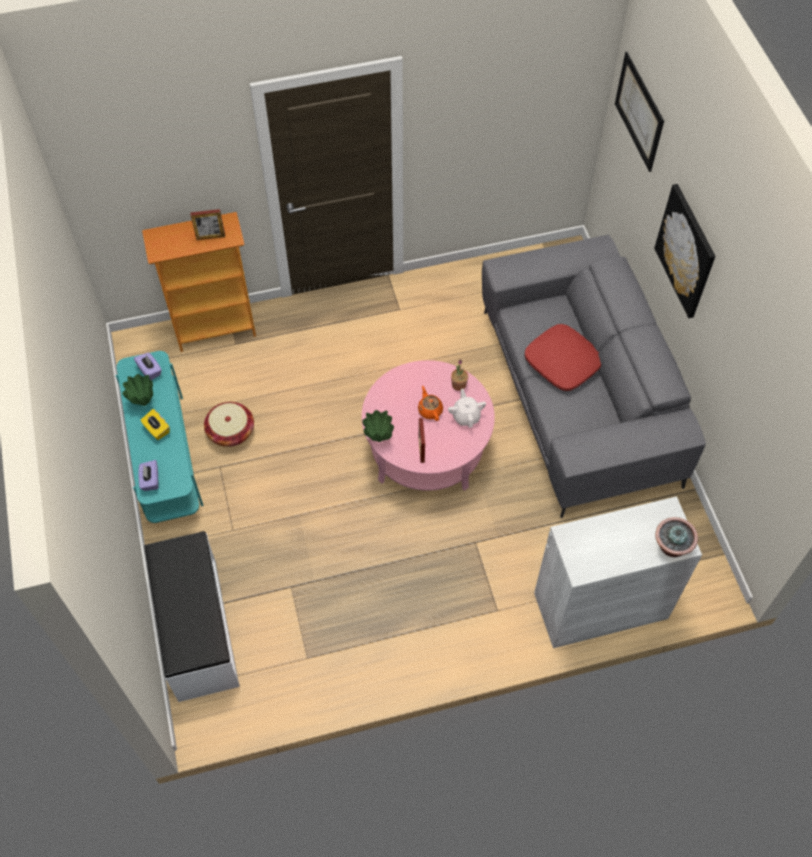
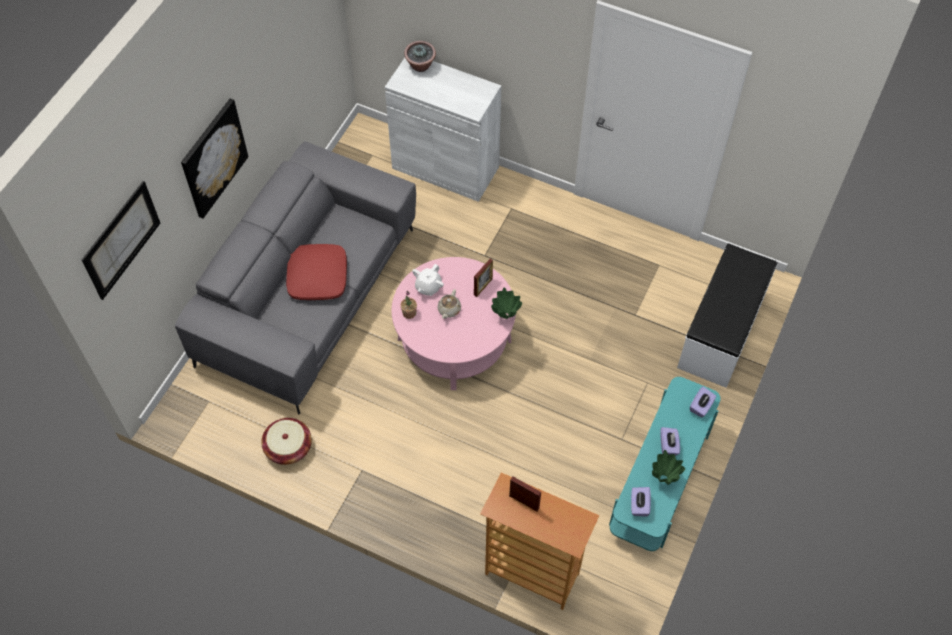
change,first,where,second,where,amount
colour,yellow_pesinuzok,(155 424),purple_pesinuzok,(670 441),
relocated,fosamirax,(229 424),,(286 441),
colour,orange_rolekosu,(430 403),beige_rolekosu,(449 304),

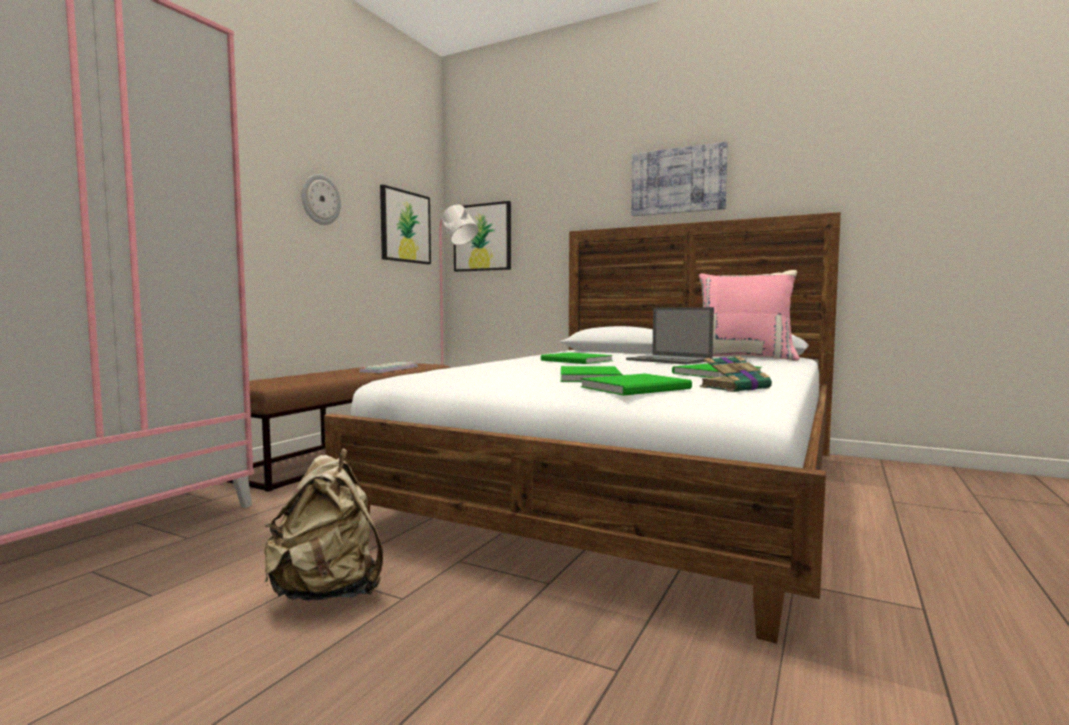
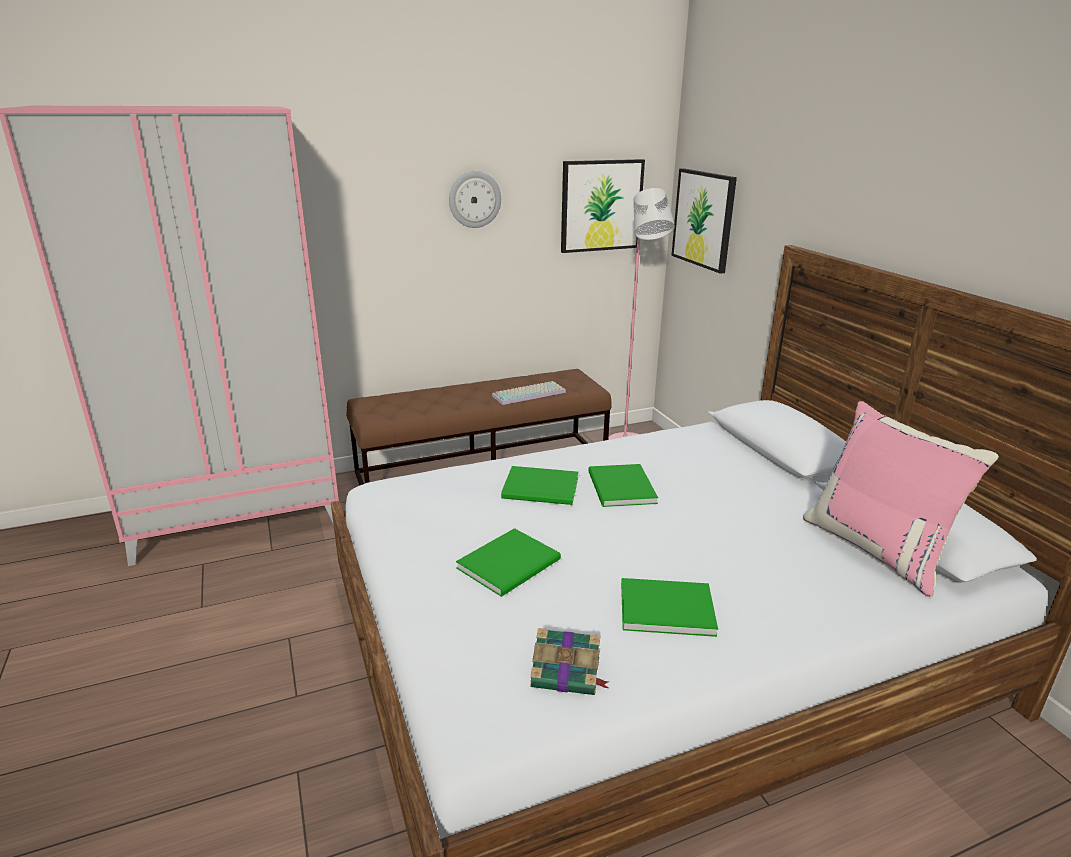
change,first,where,second,where,amount
missing,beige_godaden,(323 525),,,
relocated,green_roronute,(636 384),,(539 485),
missing,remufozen,(670 335),,,
missing,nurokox,(679 179),,,

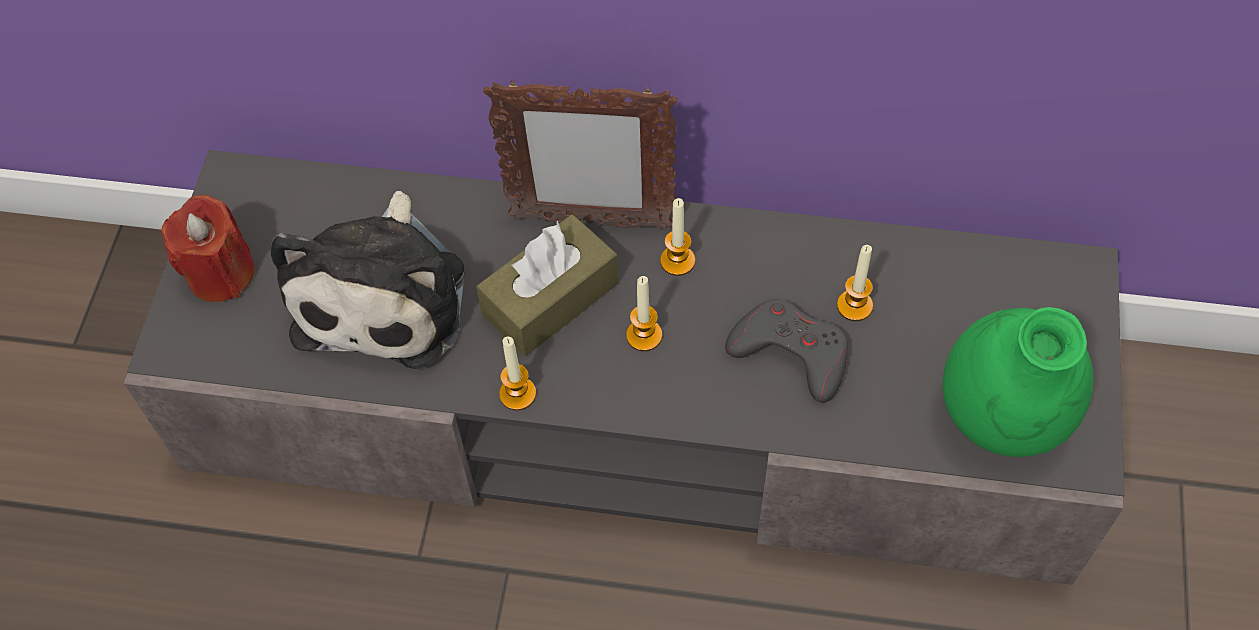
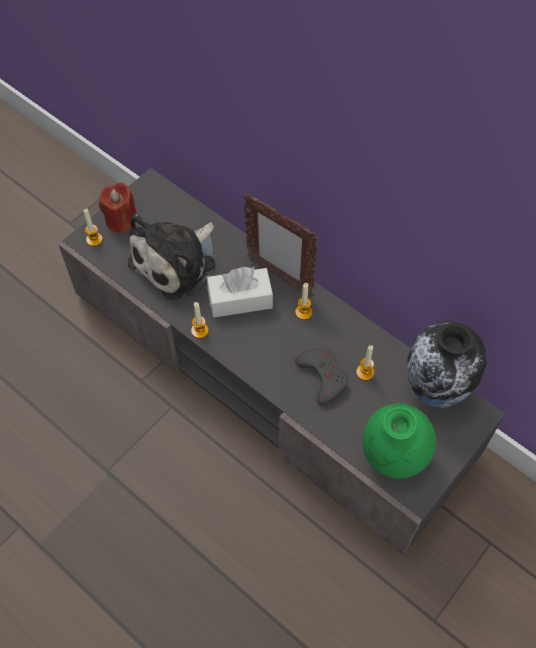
change,first,where,second,where,amount
colour,brown_pesinuzok,(547 285),white_pesinuzok,(240 292),
relocated,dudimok,(644 313),,(93 227),
appeared,,,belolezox,(447 364),

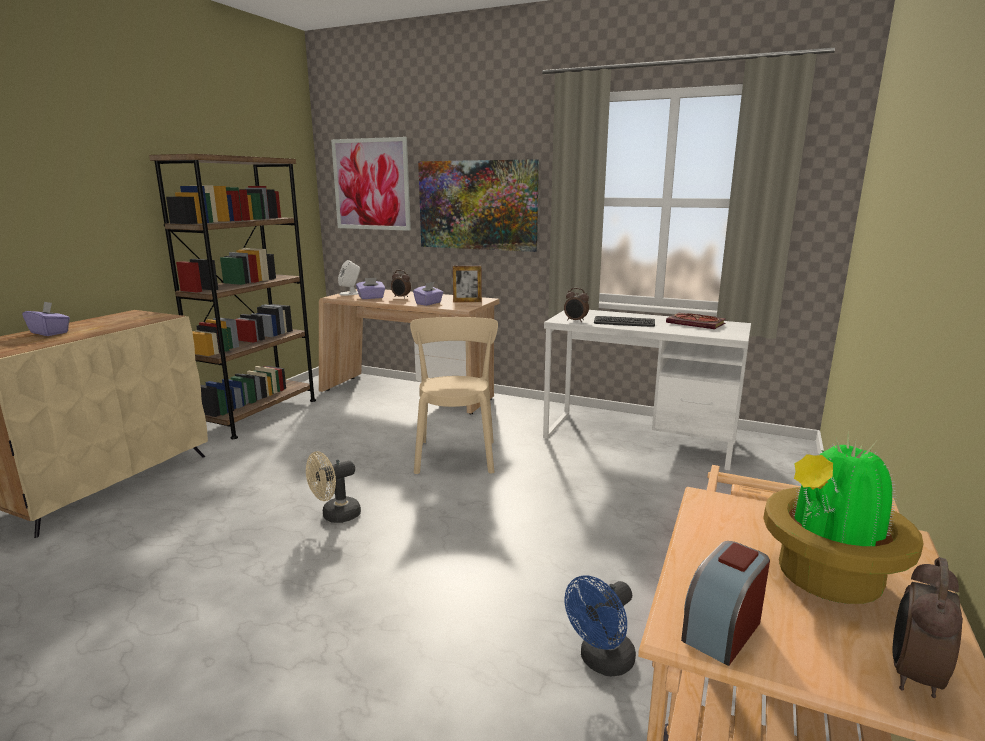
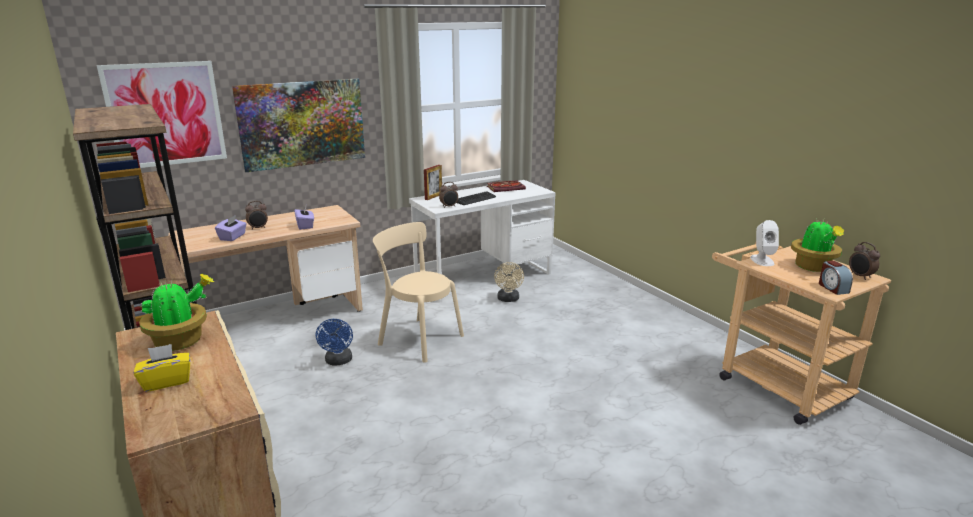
change,first,where,second,where,amount
colour,purple_pesinuzok,(46 318),yellow_pesinuzok,(162 368),
relocated,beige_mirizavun,(333 487),,(509 282),
relocated,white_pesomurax,(349 278),,(764 243),
relocated,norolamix,(467 284),,(433 182),
relocated,blue_mirizavun,(600 625),,(334 342),
appeared,,,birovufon,(177 312),

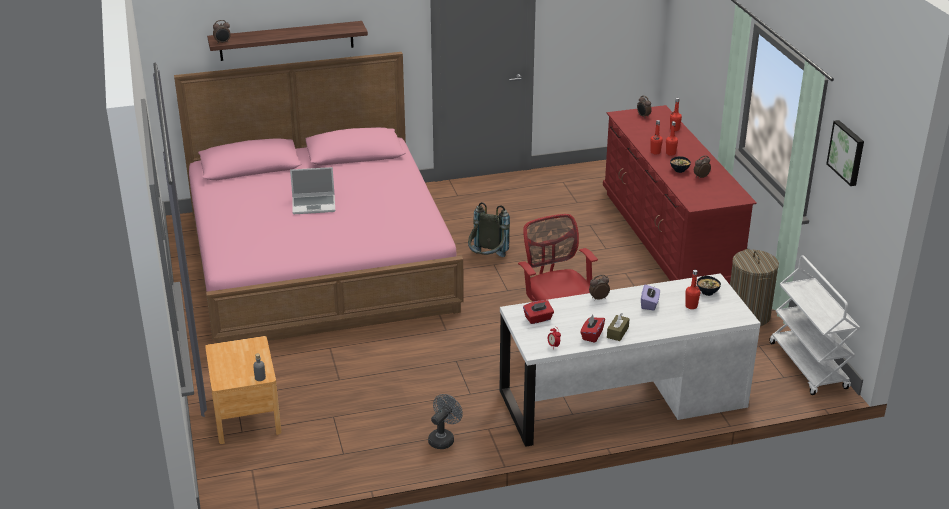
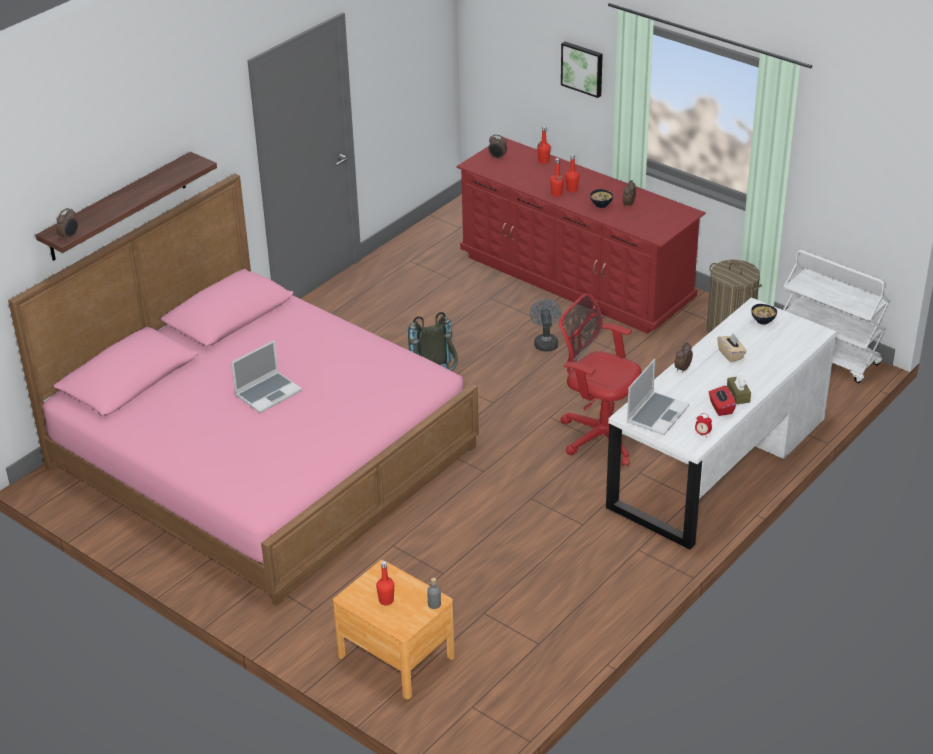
change,first,where,second,where,amount
relocated,grey_mirizavun,(445 421),,(545 325),
exchanged,red_pesinuzok,(538 312),remufozen,(658 397),
colour,purple_pesinuzok,(650 297),beige_pesinuzok,(731 347),
relocated,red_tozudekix,(692 289),,(385 583),
relocated,nurokox,(845 153),,(582 69),

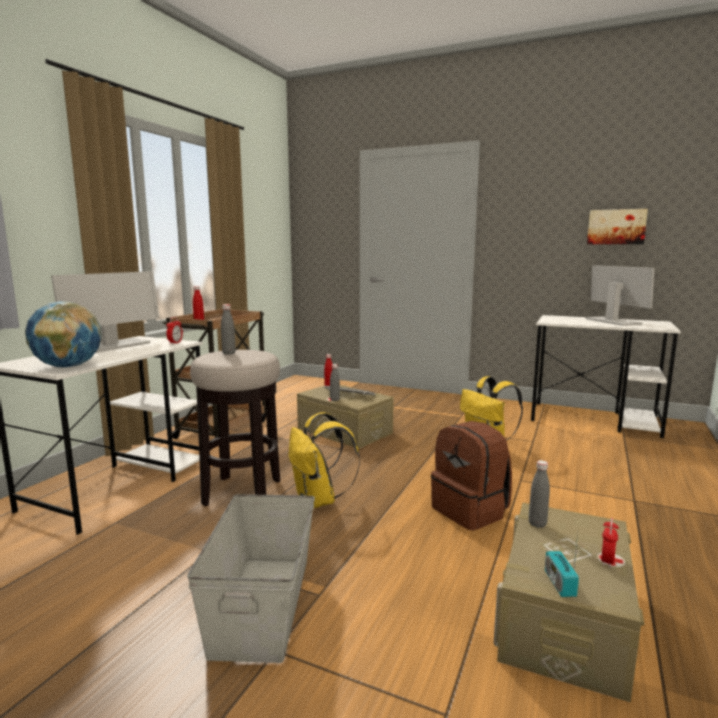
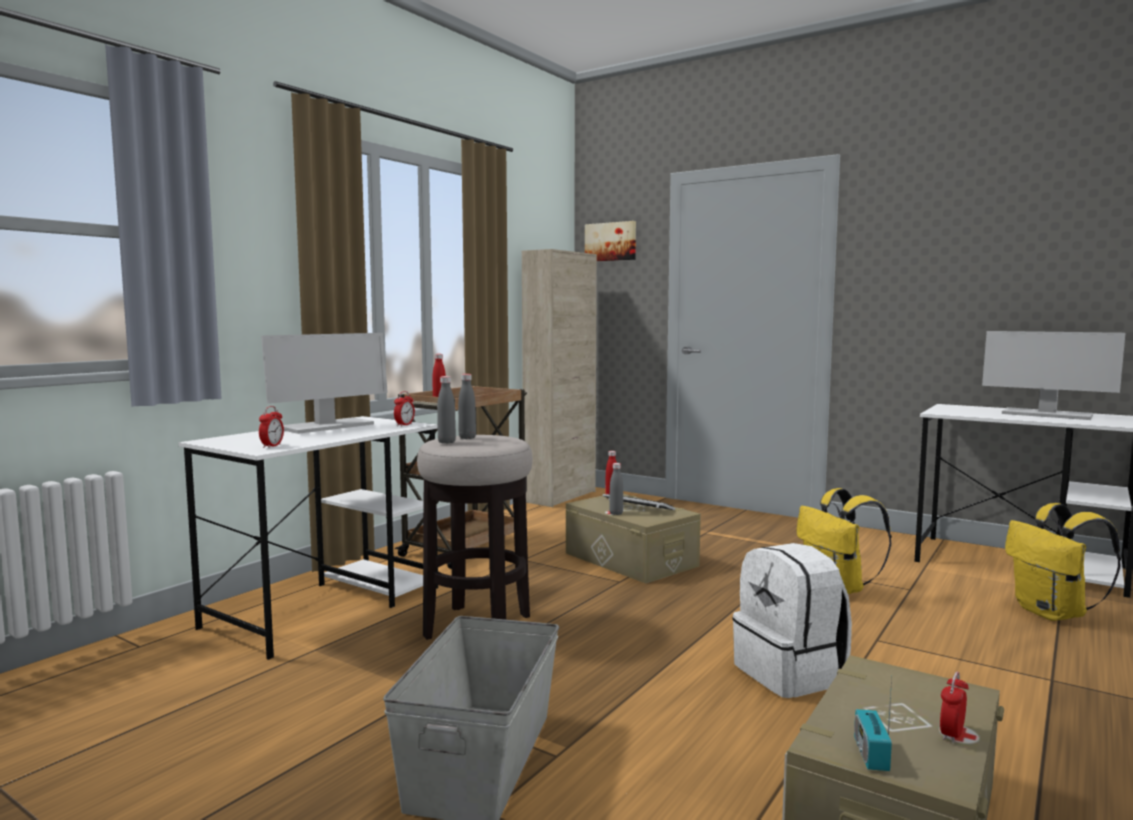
change,first,where,second,where,amount
exchanged,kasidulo,(63 334),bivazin,(271 427),
relocated,yellow_godaden,(324 460),,(1063 562),
colour,brown_godaden,(471 475),white_godaden,(792 620),
relocated,grey_tozudekix,(539 494),,(446 409),
spun,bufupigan,(620 295),,(1054 375),135 degrees clockwise
relocated,nurokox,(617 226),,(610 241),
appeared,,,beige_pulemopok,(559 378),

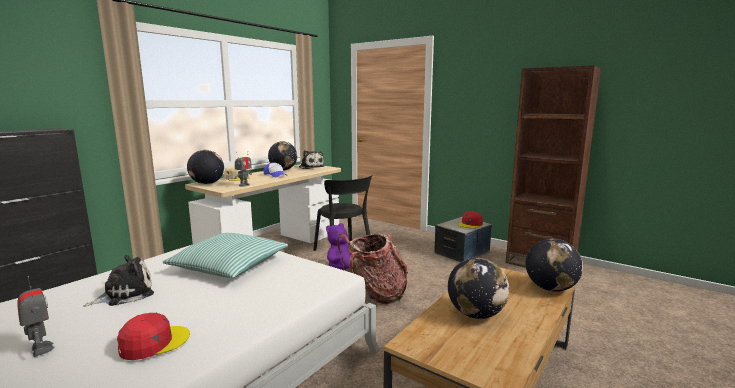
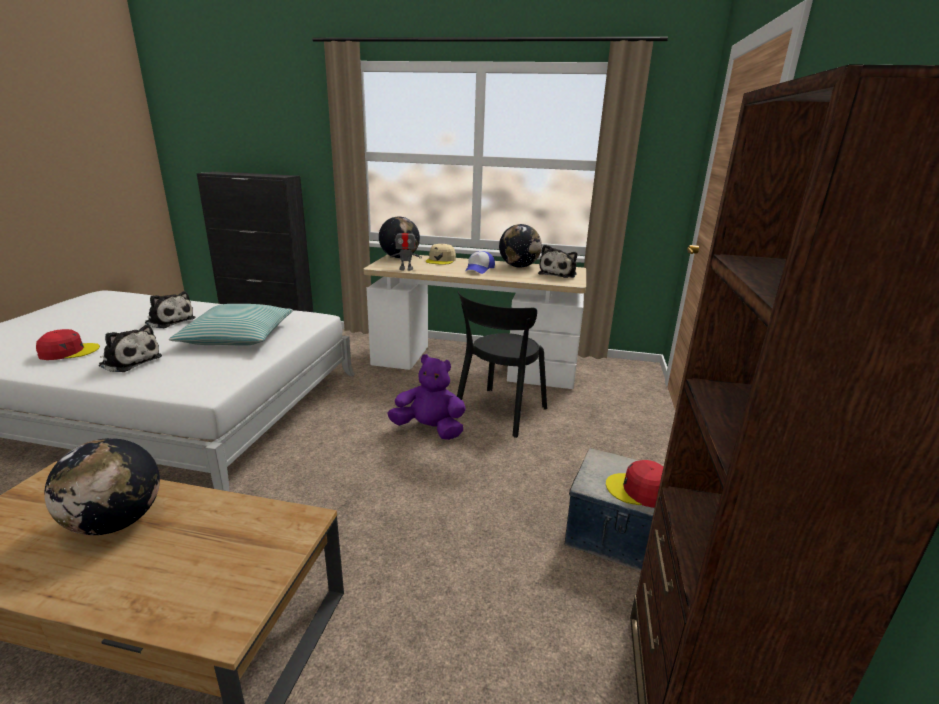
change,first,where,second,where,amount
missing,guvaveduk,(35 316),,,
spun,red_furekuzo,(153 336),,(68 344),60 degrees counterclockwise
missing,godaden,(372 268),,,
missing,kasidulo,(554 265),,,
appeared,,,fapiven,(130 348),

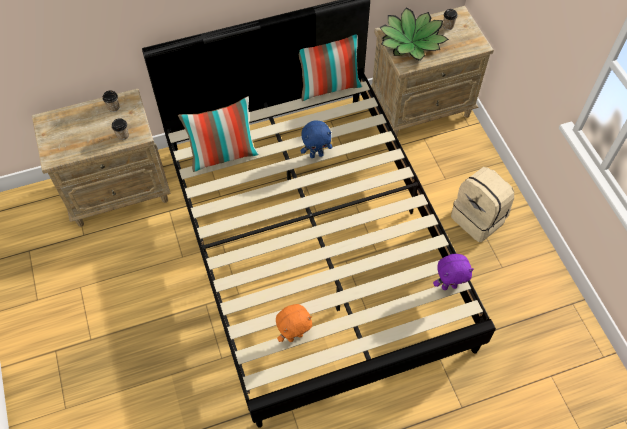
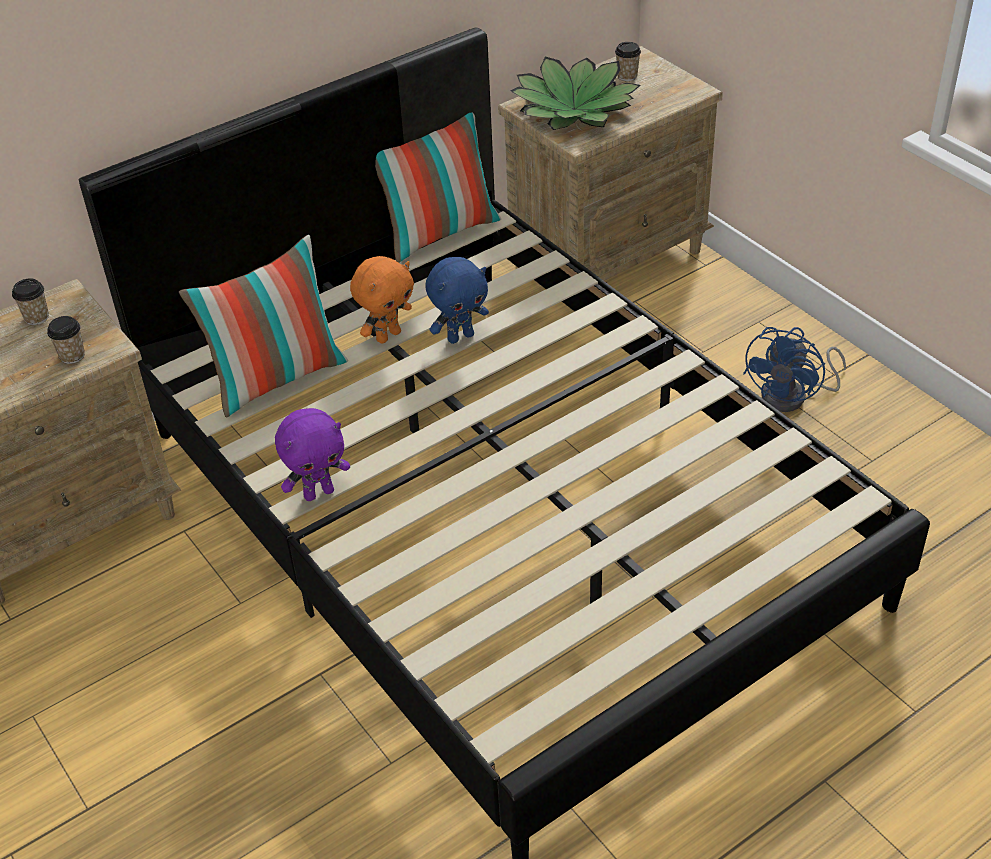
change,first,where,second,where,amount
relocated,orange_fapiven,(294 323),,(382 300),
relocated,purple_fapiven,(453 272),,(312 454),
exchanged,beige_godaden,(482 204),blue_mirizavun,(794 369),

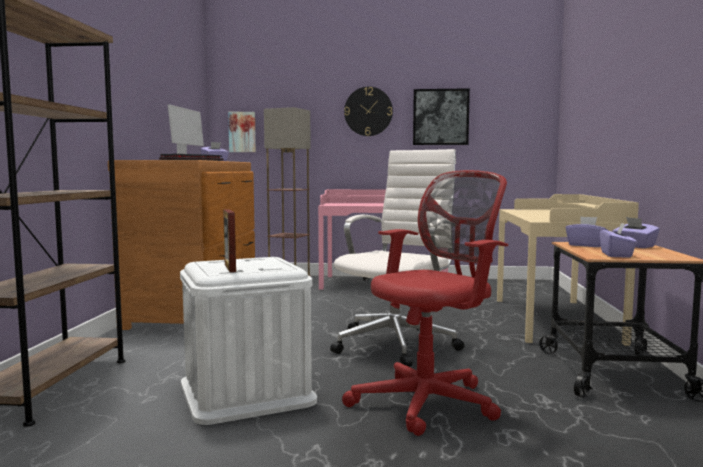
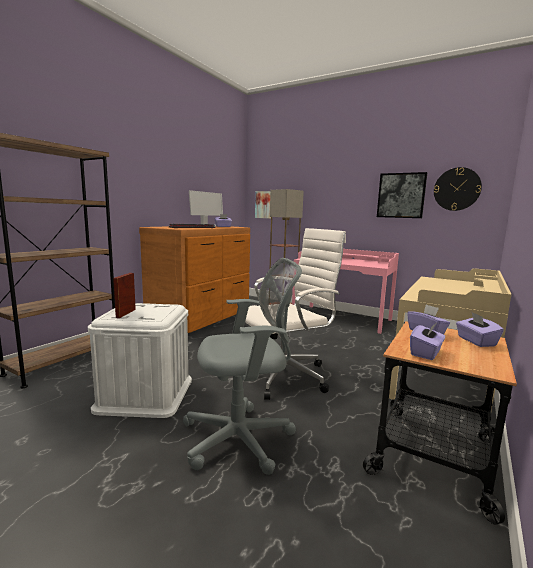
change,first,where,second,where,amount
colour,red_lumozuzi,(425 303),grey_lumozuzi,(242 366),
relocated,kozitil,(368 111),,(458 189),

